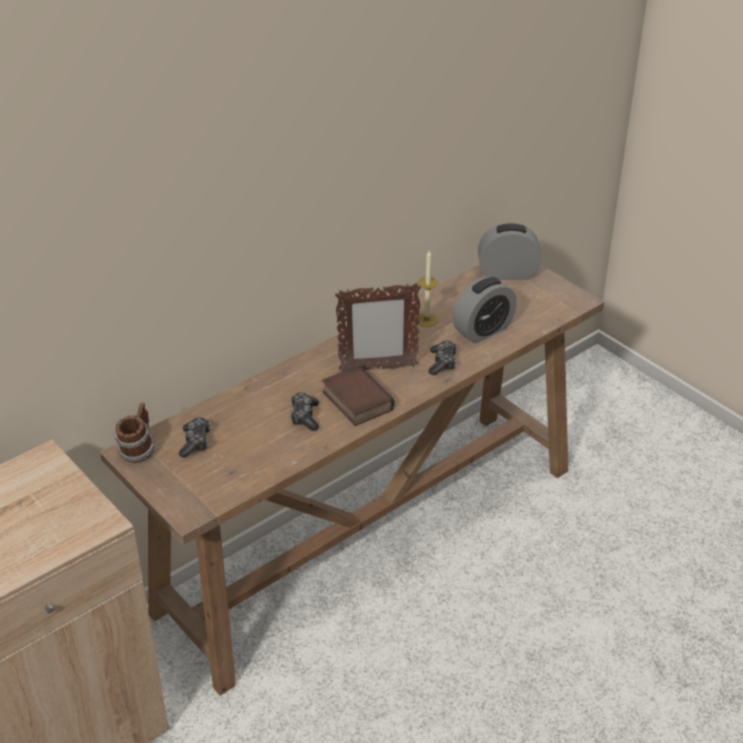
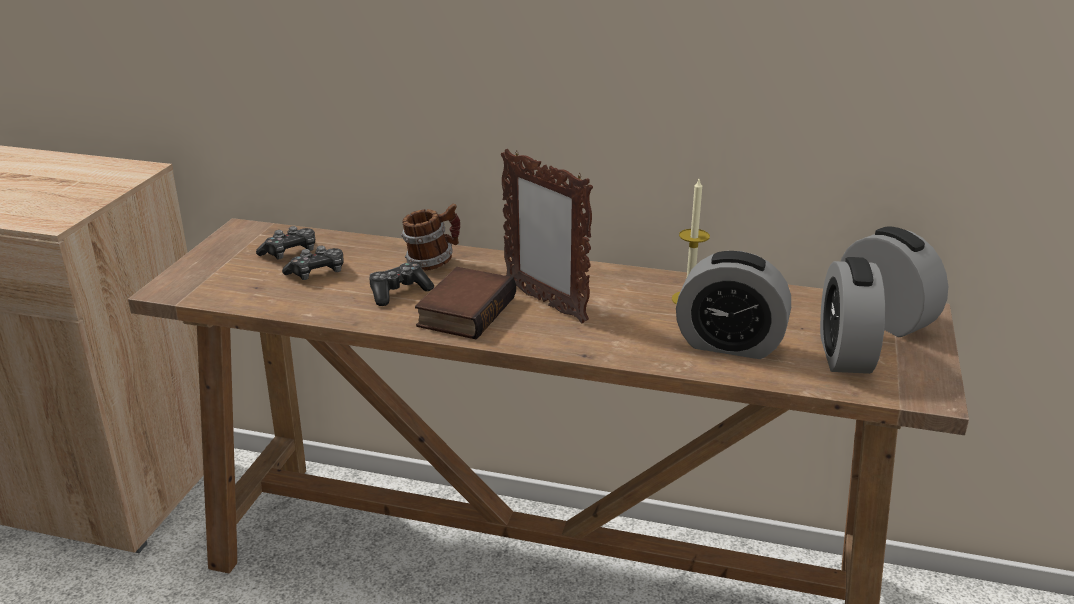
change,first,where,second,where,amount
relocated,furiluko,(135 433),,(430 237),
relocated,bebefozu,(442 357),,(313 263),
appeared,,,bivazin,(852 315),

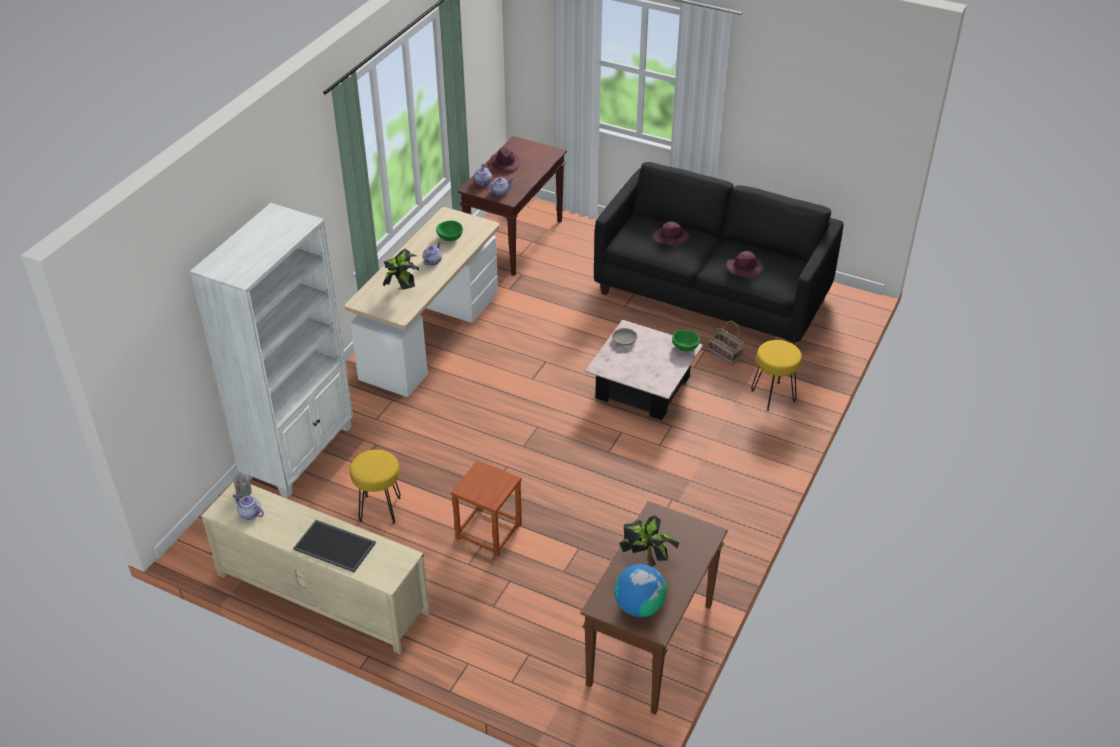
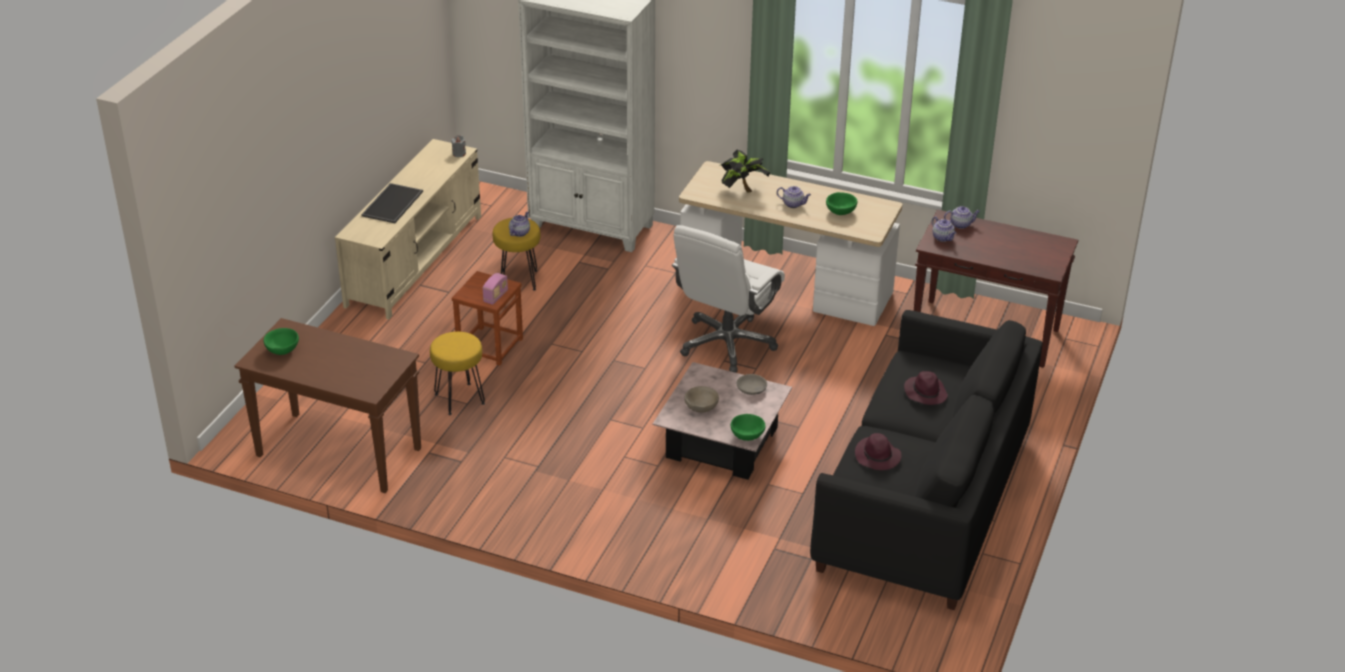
change,first,where,second,where,amount
relocated,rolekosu,(248 507),,(519 224),
missing,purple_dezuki,(505 158),,,
exchanged,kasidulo,(640 590),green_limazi,(281 341),
missing,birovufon,(649 541),,,
missing,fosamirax,(726 343),,,
relocated,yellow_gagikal,(776 375),,(457 373),
appeared,,,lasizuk,(495 289),
appeared,,,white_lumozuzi,(728 299),
appeared,,,beige_limazi,(701 399),

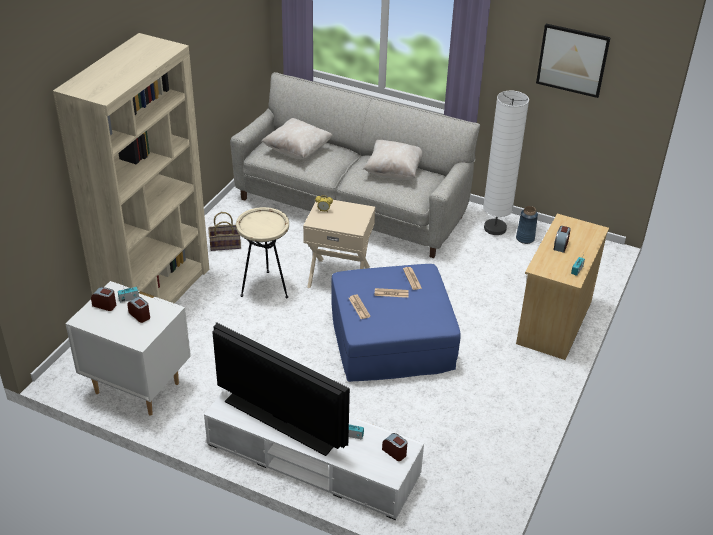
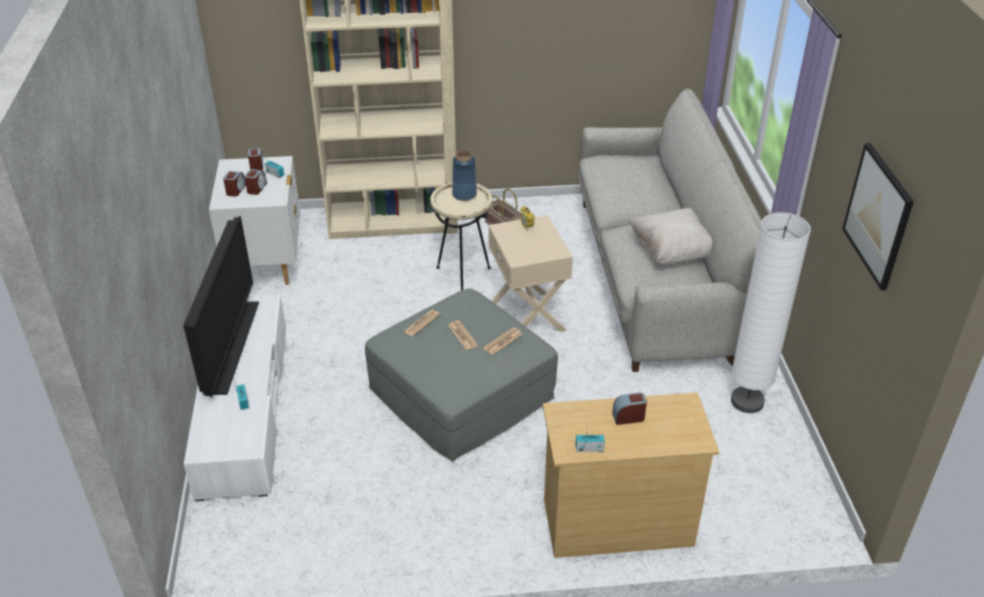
change,first,where,second,where,amount
missing,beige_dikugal,(297 138),,,
colour,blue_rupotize,(396 323),grey_rupotize,(461 374),
relocated,bivazin,(394 447),,(234 184),
relocated,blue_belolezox,(527 225),,(464 175),

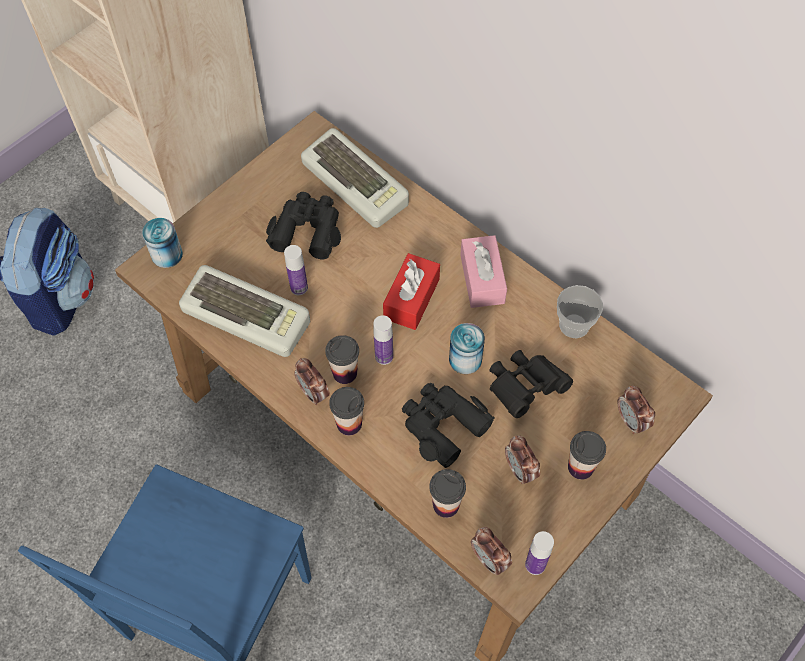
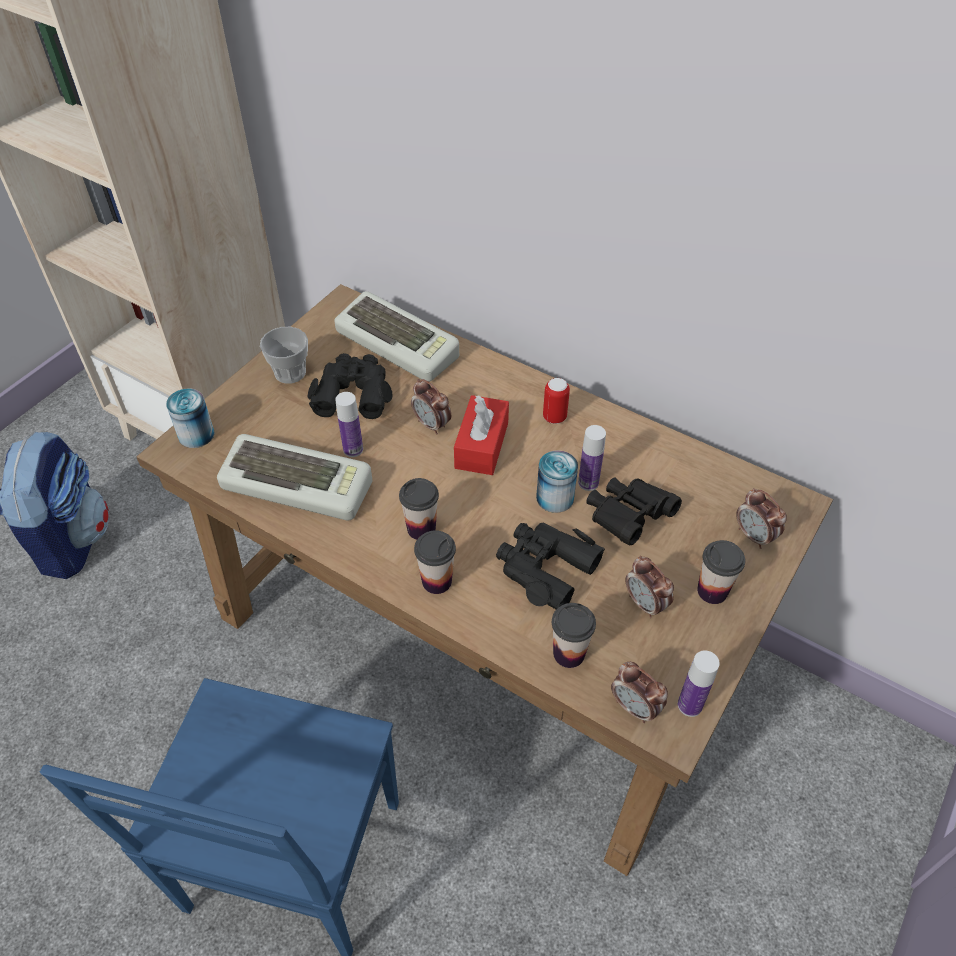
change,first,where,second,where,amount
relocated,bivazin,(312 381),,(431 407),
relocated,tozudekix,(383 340),,(592 458),
exchanged,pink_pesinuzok,(483 271),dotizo,(556 401),
relocated,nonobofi,(580 311),,(284 355),

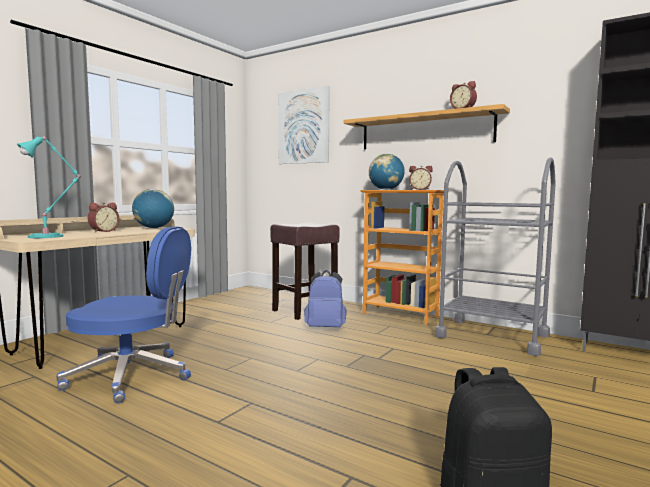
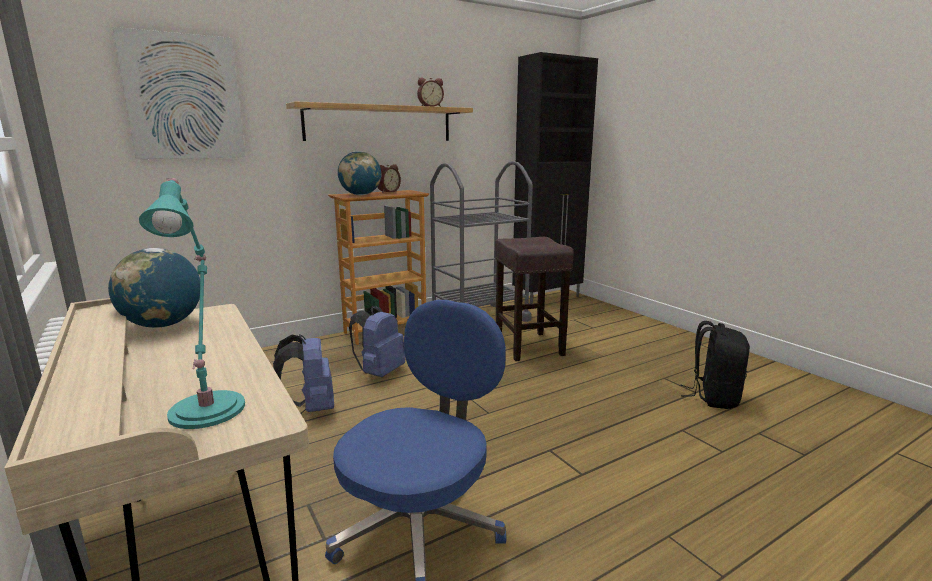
change,first,where,second,where,amount
missing,bivazin,(103 217),,,
relocated,brown_gagikal,(305 271),,(534 299),
appeared,,,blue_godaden,(303 373),

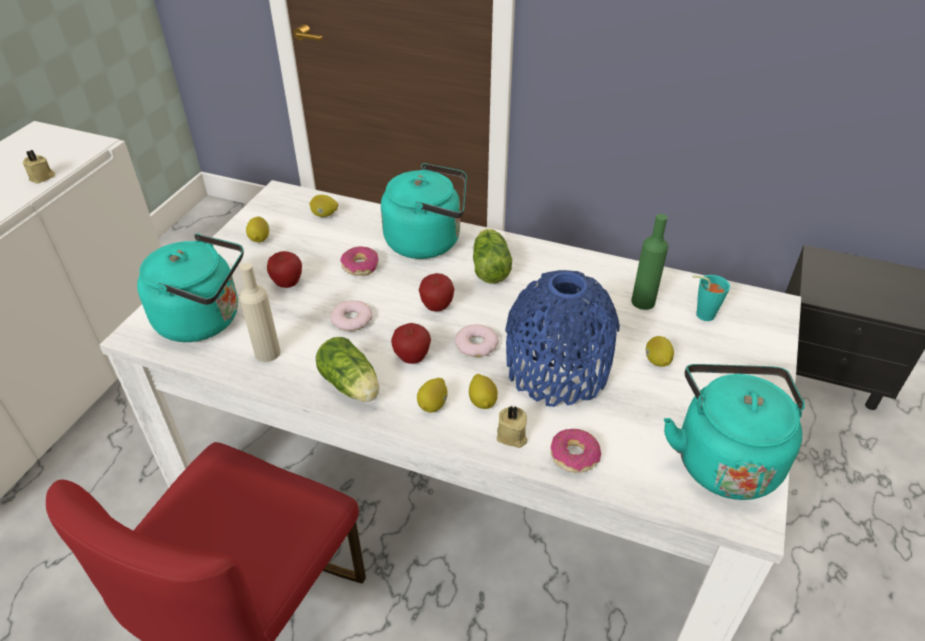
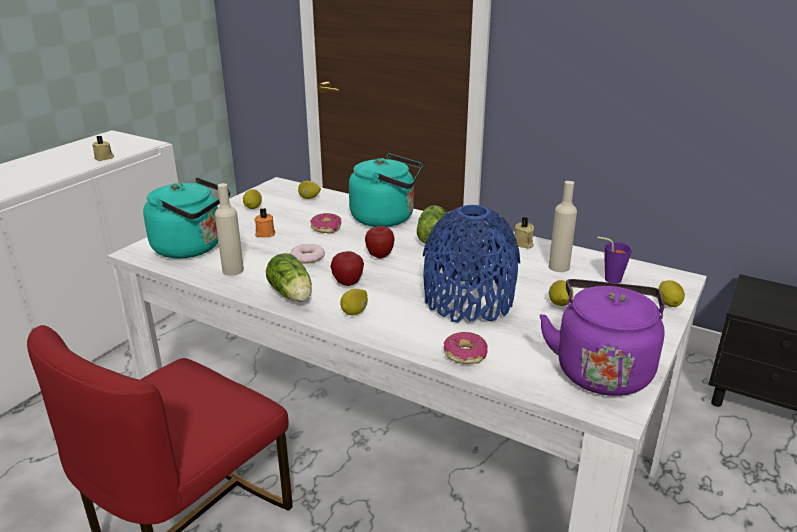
change,first,where,second,where,amount
exchanged,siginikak,(284 269),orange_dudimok,(265 223),
missing,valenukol,(477 340),,,
relocated,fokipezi,(483 391),,(672 293),
relocated,beige_dudimok,(512 426),,(524 233),
colour,green_tozudekix,(650 262),beige_tozudekix,(563 226),
colour,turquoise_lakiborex,(734 432),purple_lakiborex,(602 337),
colour,turquoise_nonobofi,(711 298),purple_nonobofi,(614 259),

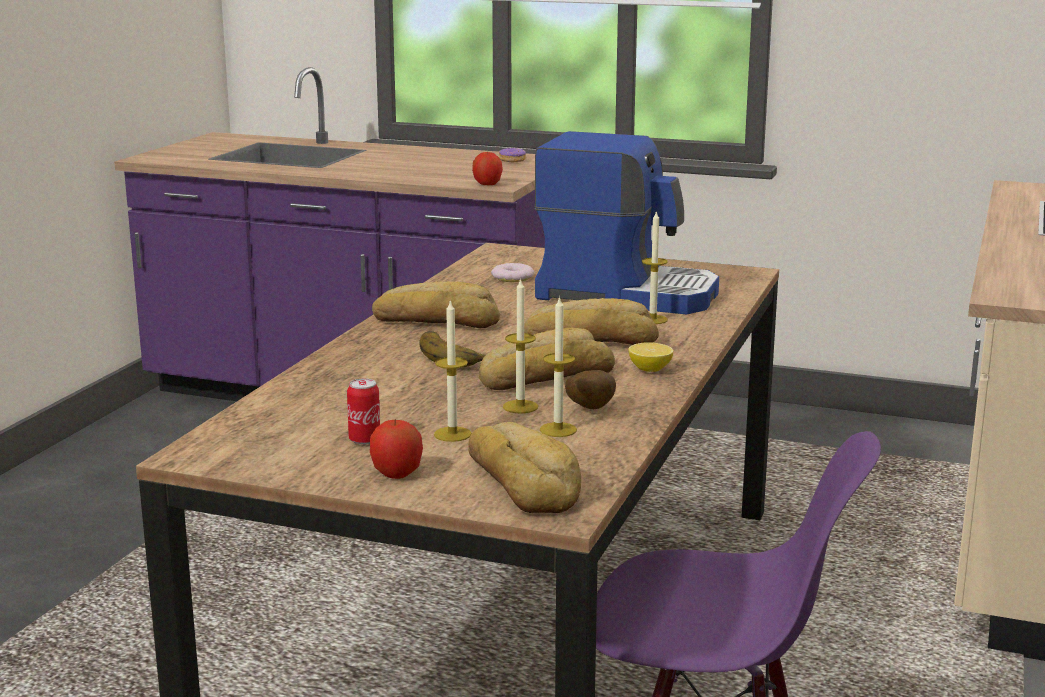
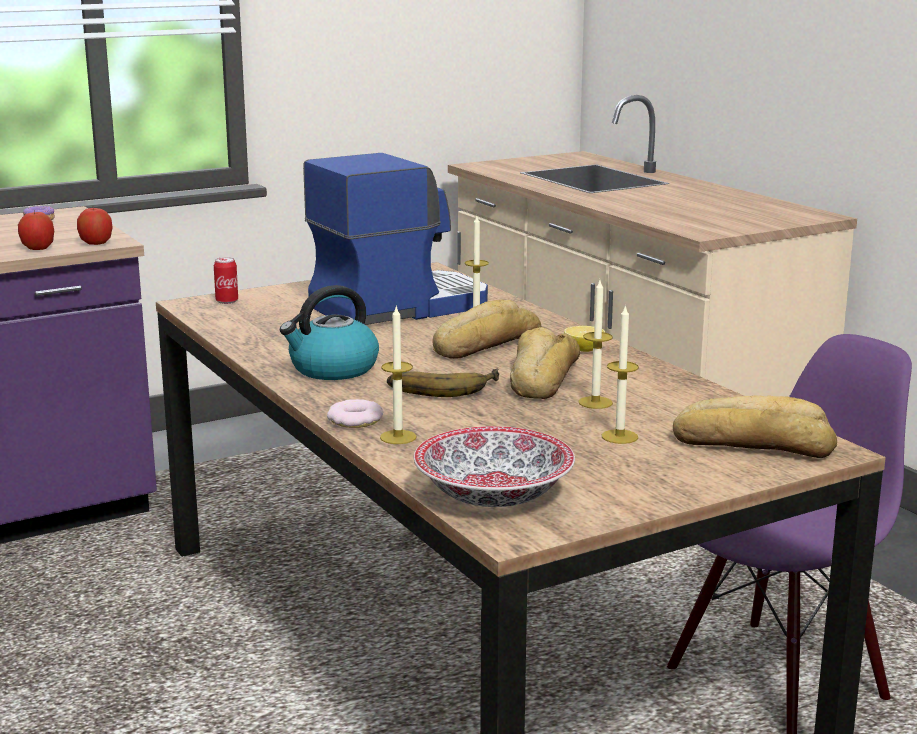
change,first,where,second,where,amount
relocated,dotizo,(363 411),,(226 280),
relocated,siginikak,(396 449),,(36 230),
exchanged,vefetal,(436 304),lakiborex,(329 332),
relocated,valenukol,(512 272),,(355 413),
relocated,dudimok,(558 366),,(398 375),
missing,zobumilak,(590 389),,,
appeared,,,limazi,(494 466),

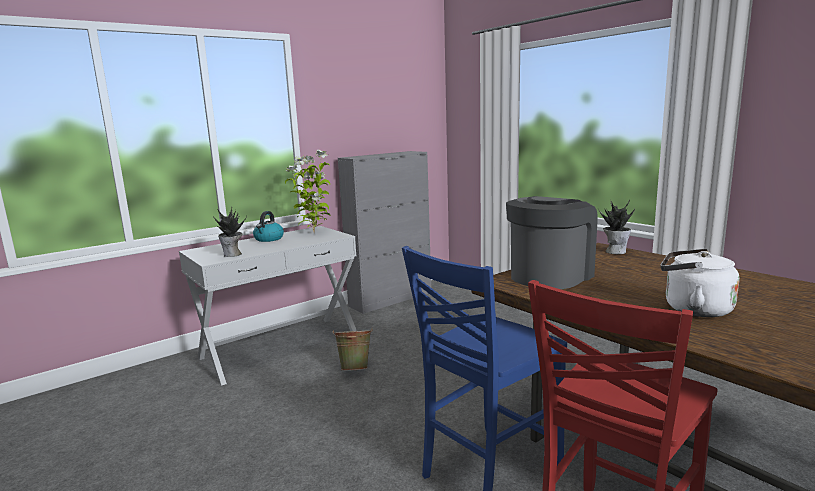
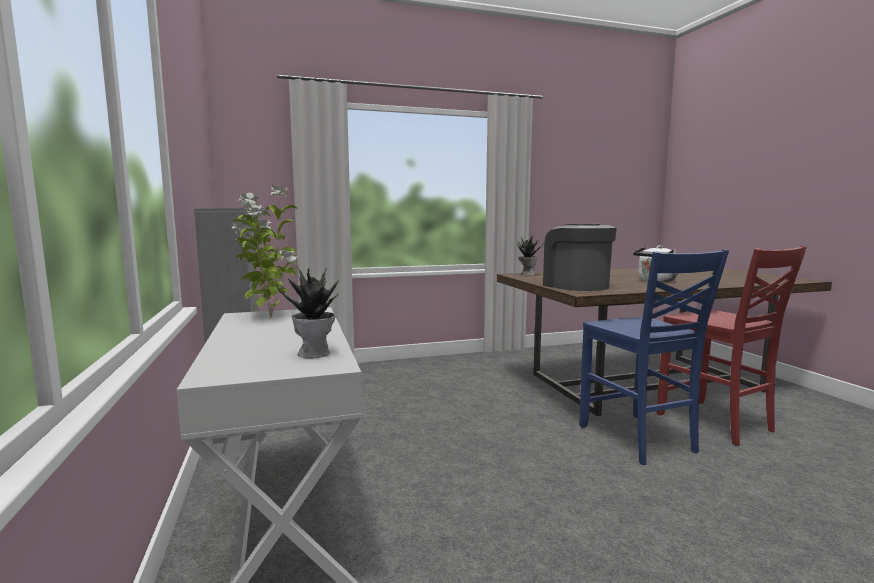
change,first,where,second,where,amount
missing,lakiborex,(268 226),,,
missing,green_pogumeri,(353 350),,,

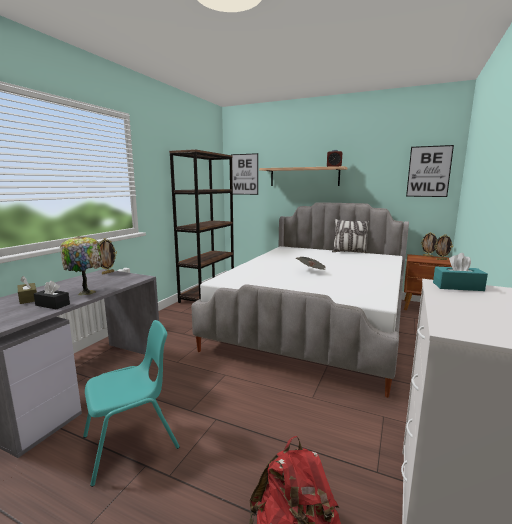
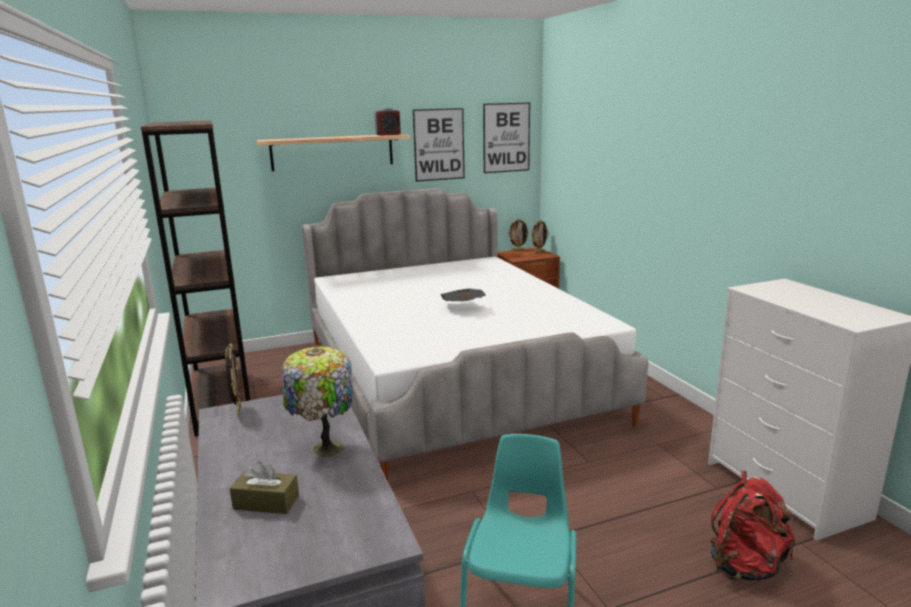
change,first,where,second,where,amount
missing,black_pesinuzok,(52 295),,,
relocated,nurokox,(244 174),,(439 145),
missing,dikugal,(350 236),,,
missing,turquoise_pesinuzok,(460 272),,,

